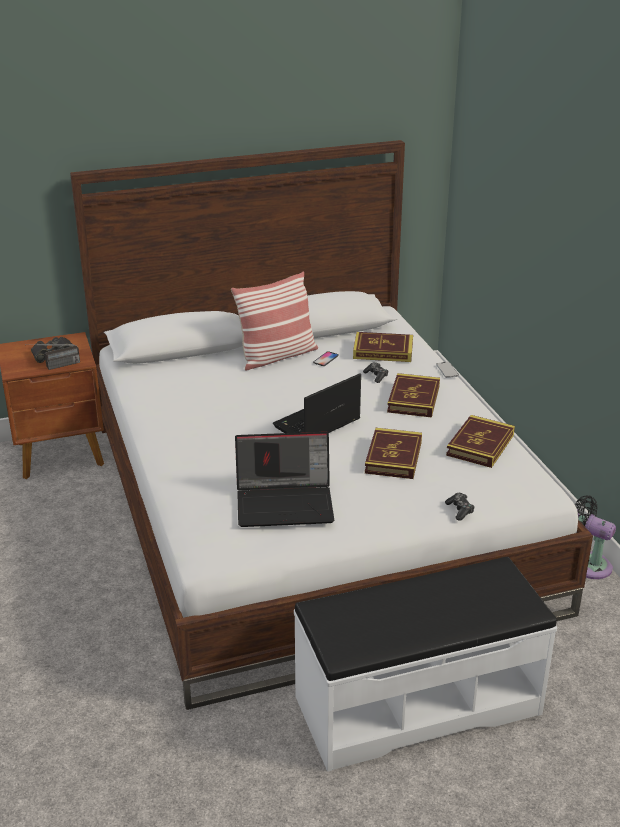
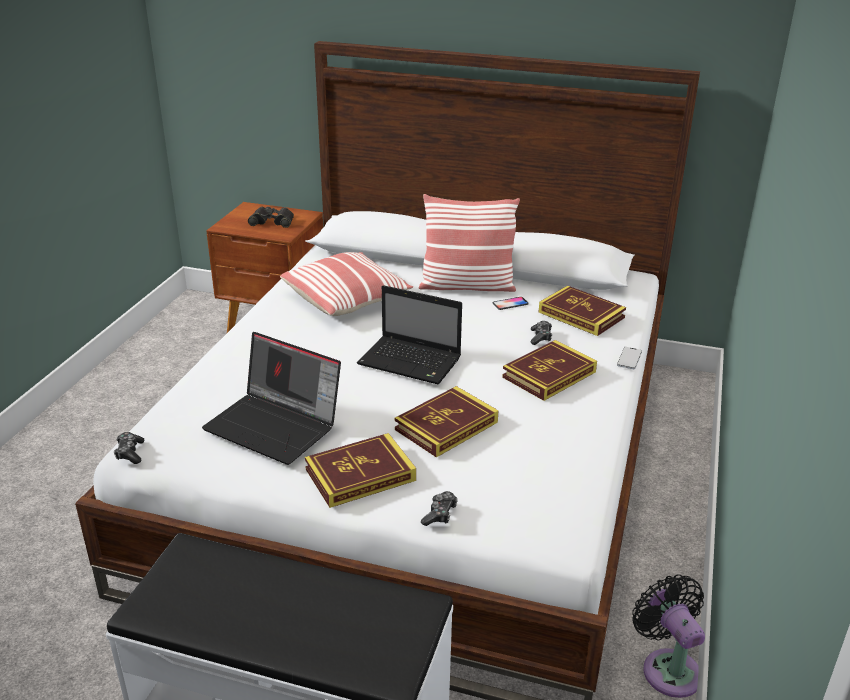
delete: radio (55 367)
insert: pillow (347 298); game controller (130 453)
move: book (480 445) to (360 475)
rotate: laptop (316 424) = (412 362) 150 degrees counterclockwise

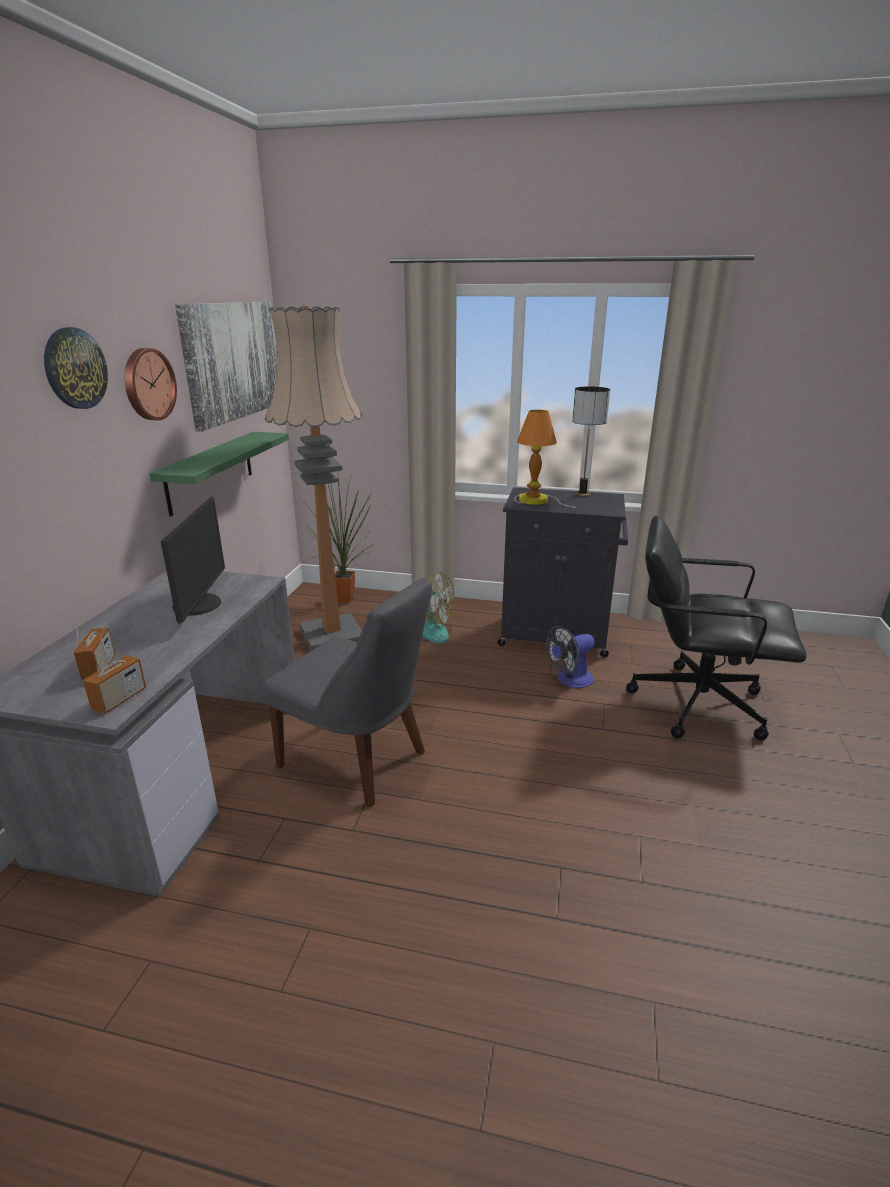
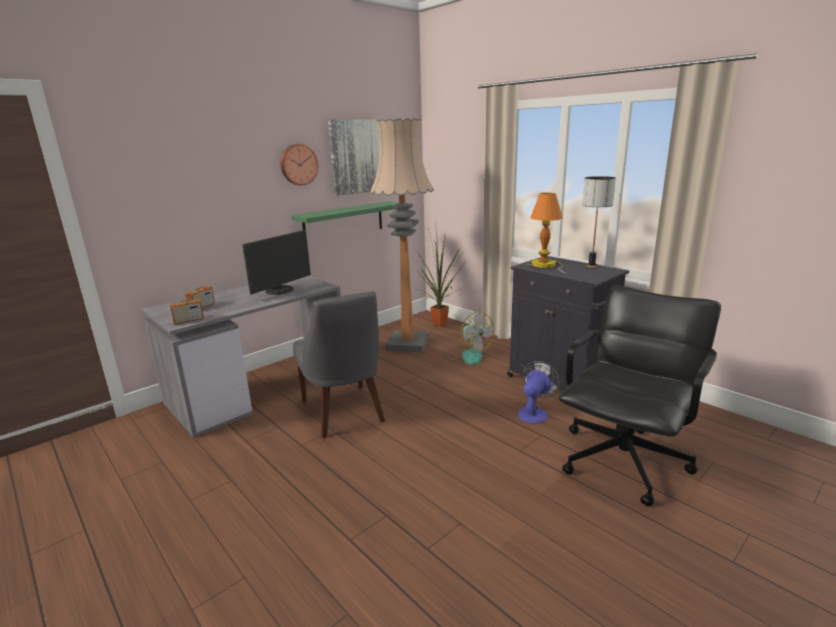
delete: wall clock (75 368)
rotate: office chair in black (696 703) = (624 461) 75 degrees clockwise; fan (570 680) = (534 412) 120 degrees clockwise

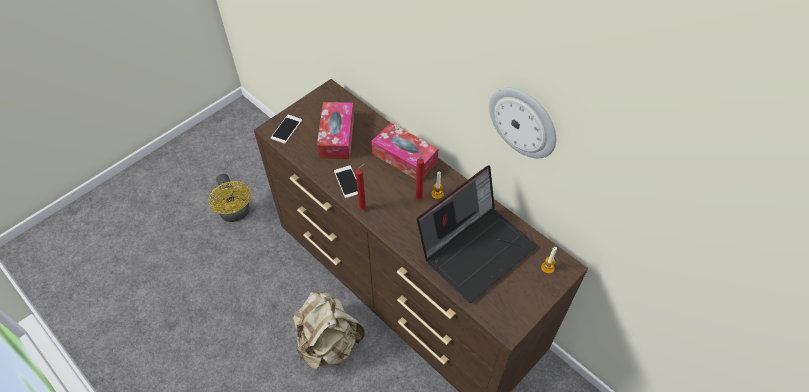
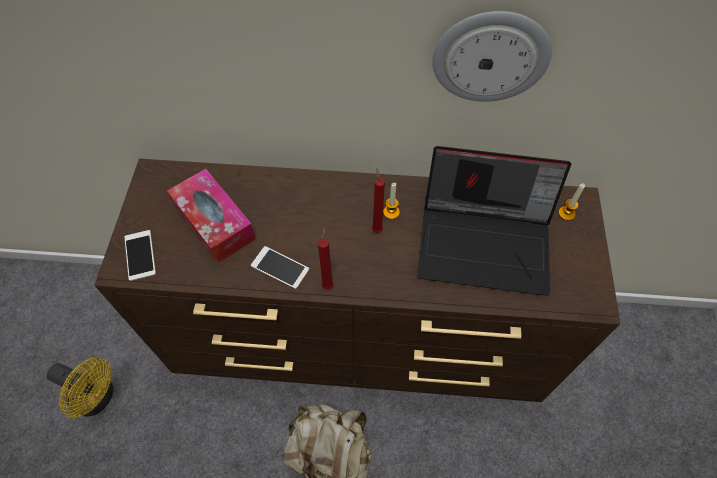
delete: tissue box (404 157)
rotate: laptop (476 248) = (486 242) 90 degrees clockwise

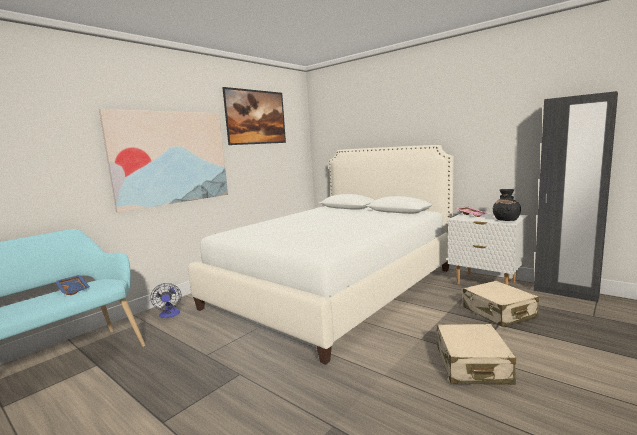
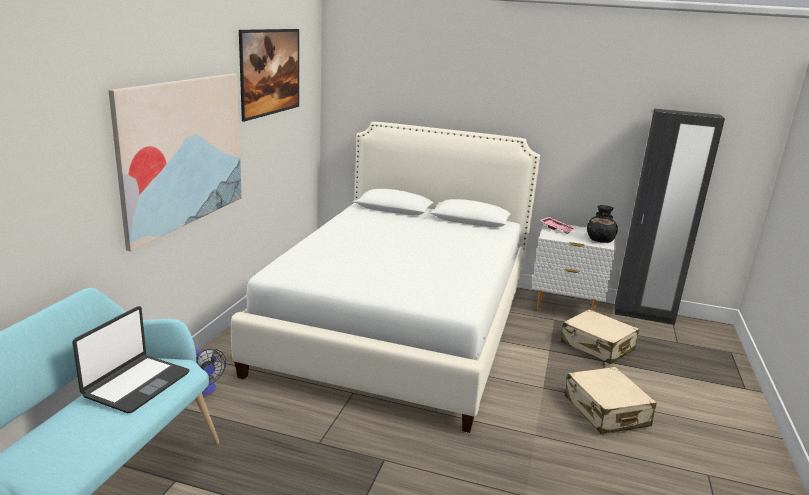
replace: tray in blue (74 289) to laptop (136 384)

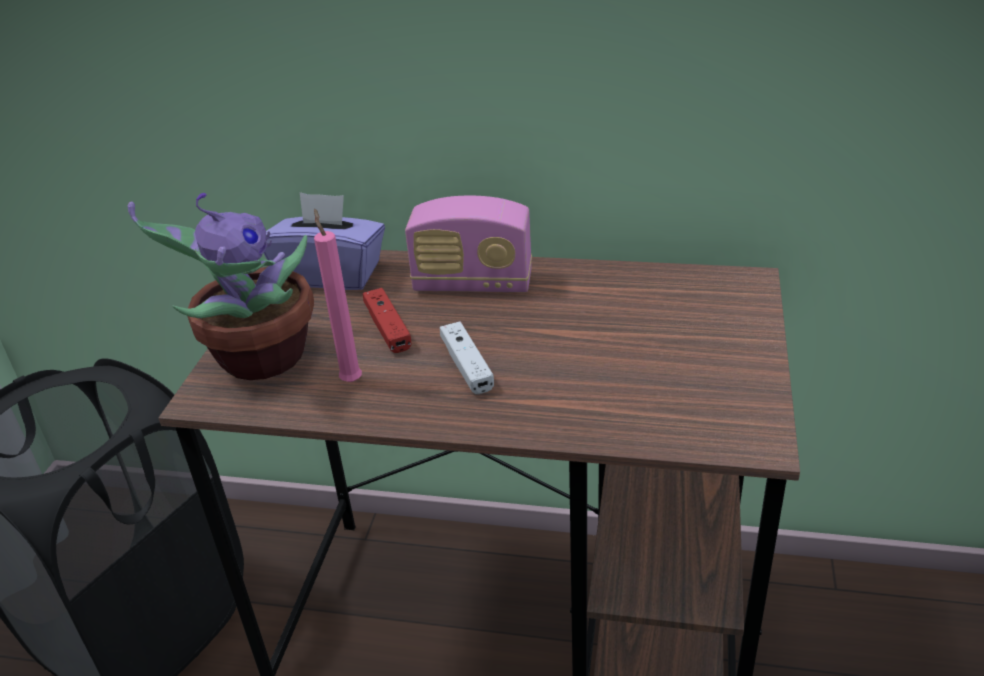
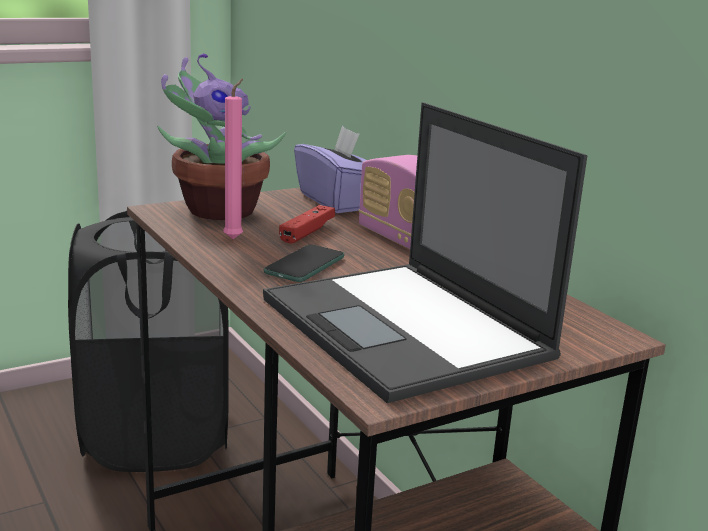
insert: laptop (406 329)
replace: game controller in white (467 366) to phone (305 265)

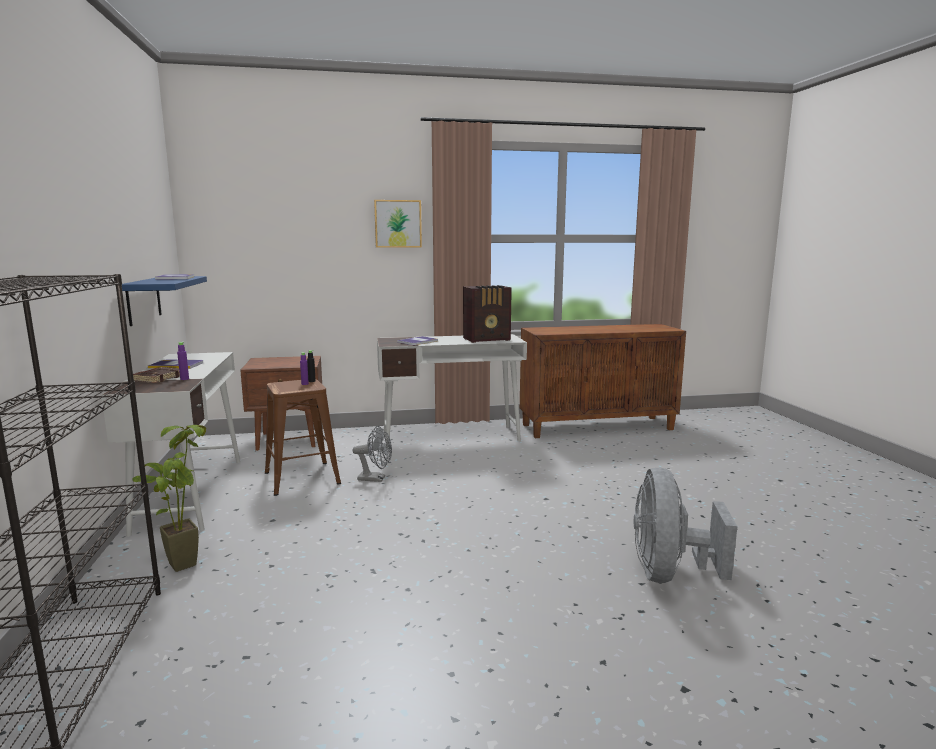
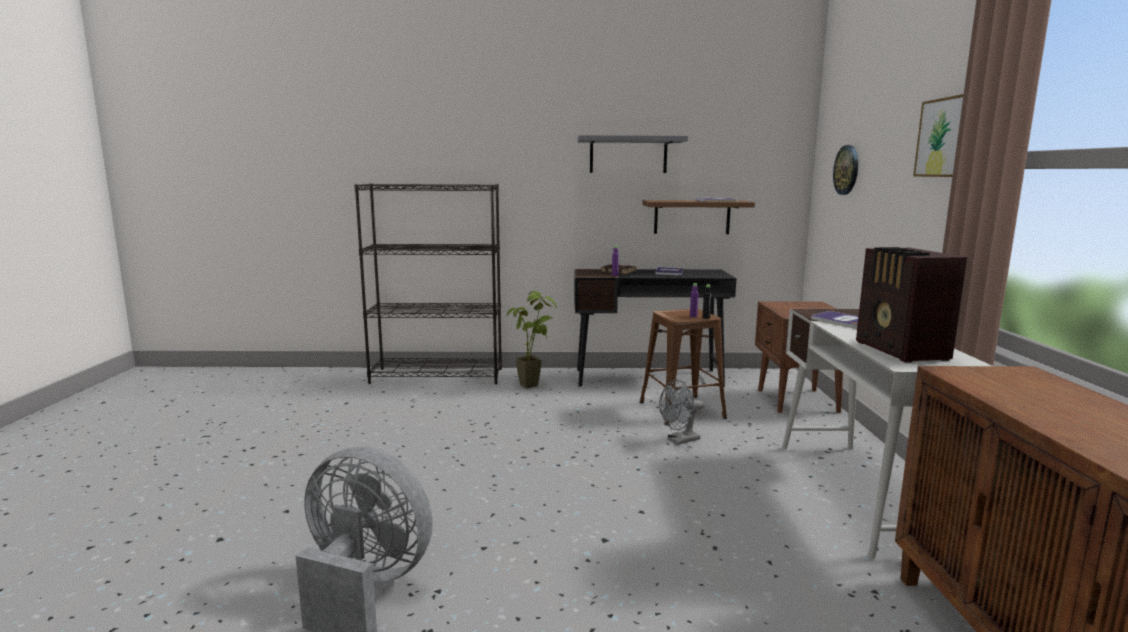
insert: shelf in grey (628 155); wall clock (847 170)
recolor: shelf in blue (143 300) to shelf in brown (692 217); desk in white (191 493) to desk in black (649 377)
rotate: fan in grey (376 479) = (679 440) 45 degrees clockwise

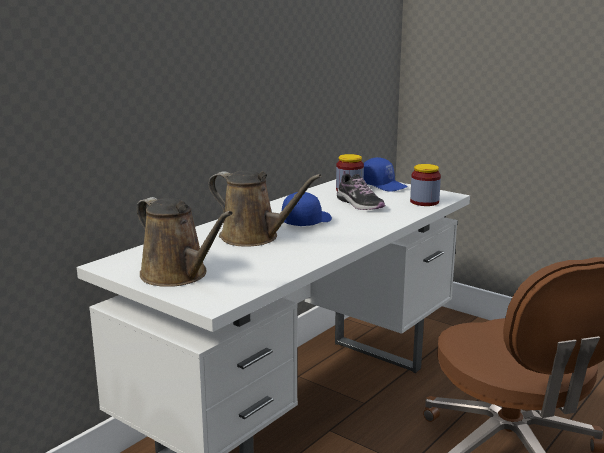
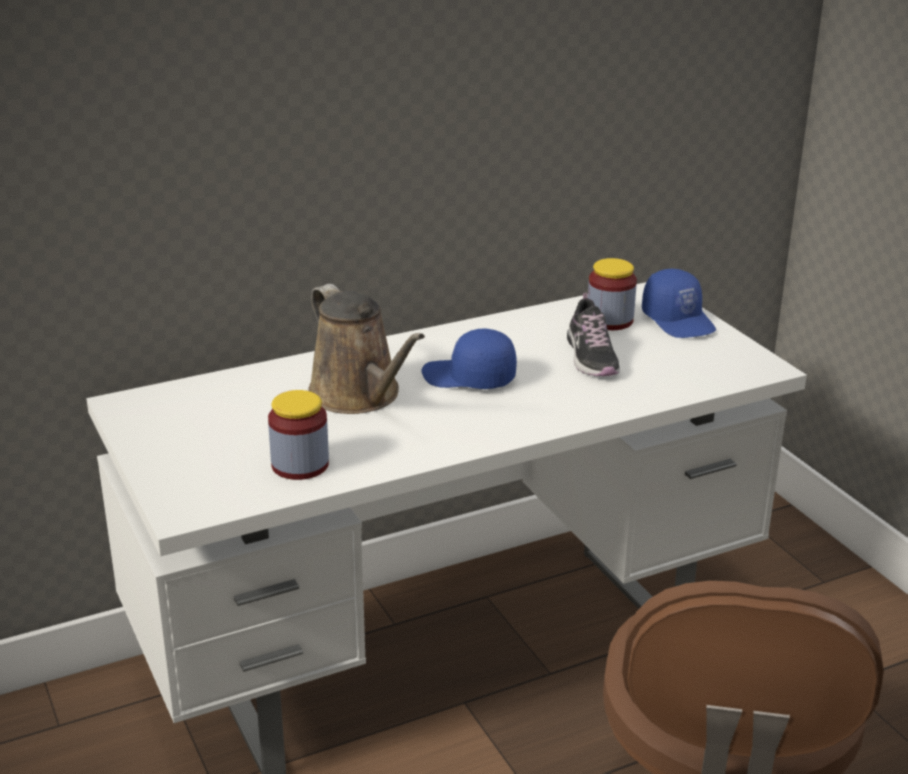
delete: watering can in brown (178 275)
move: jar (424 202) to (300 465)
rotate: cap in blue (306 221) = (468 378) 135 degrees counterclockwise

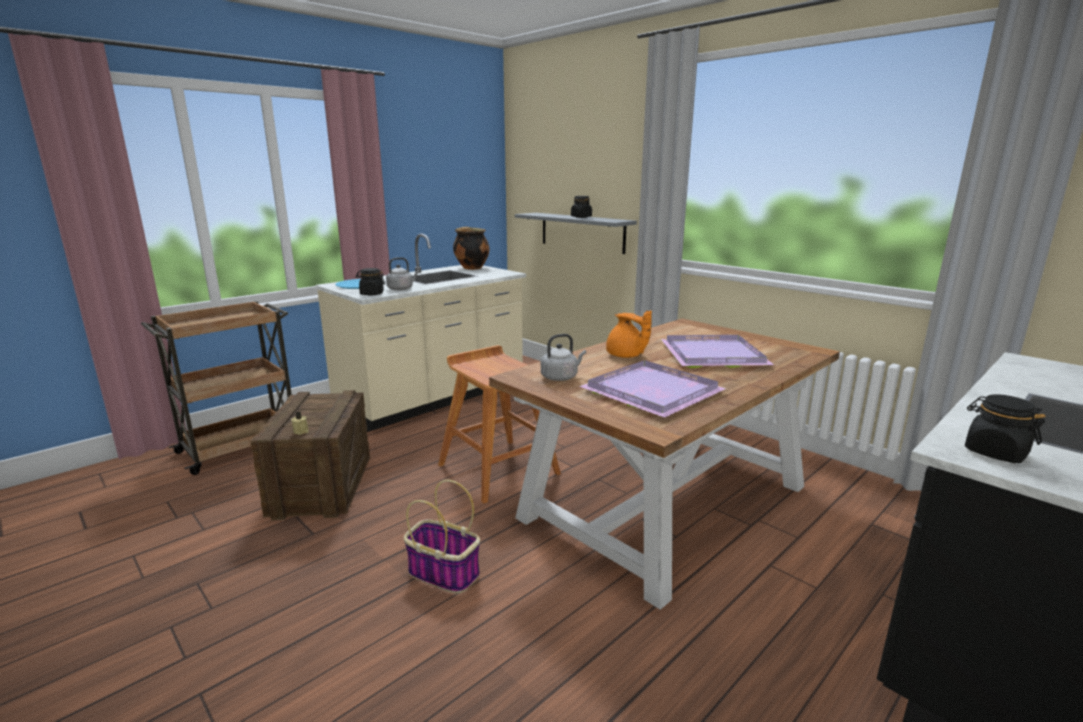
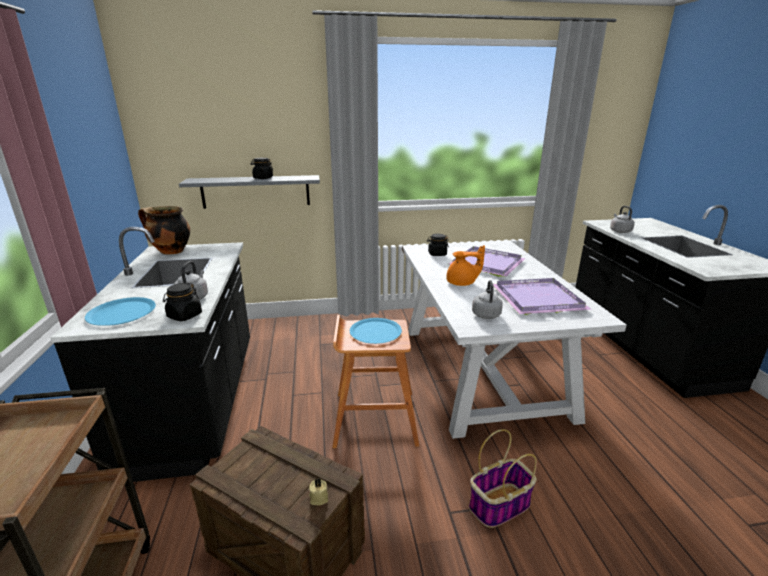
insert: kettle in grey (619 231); plate in blue (375 332)
move: jar in black (995 452) to (437 254)
recolor: counter in beige (433 398) to counter in black (196 402); dining table in brown (665 502) to dining table in white (482 370)

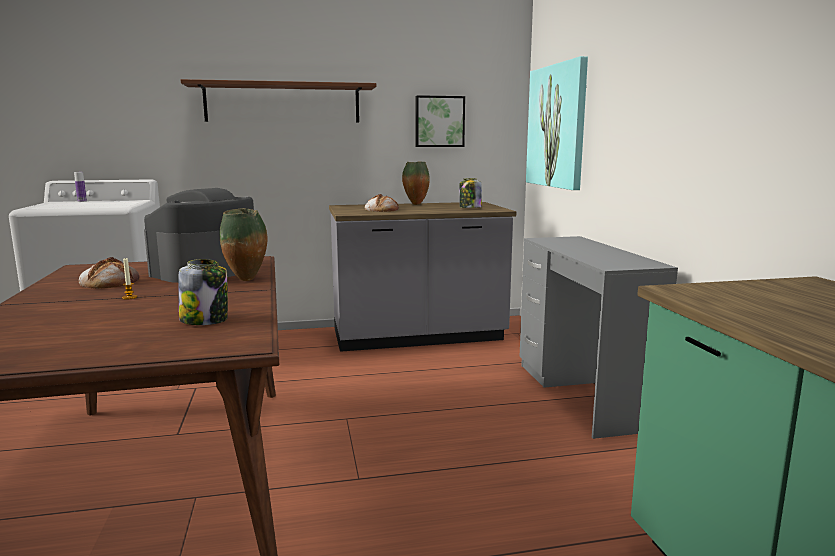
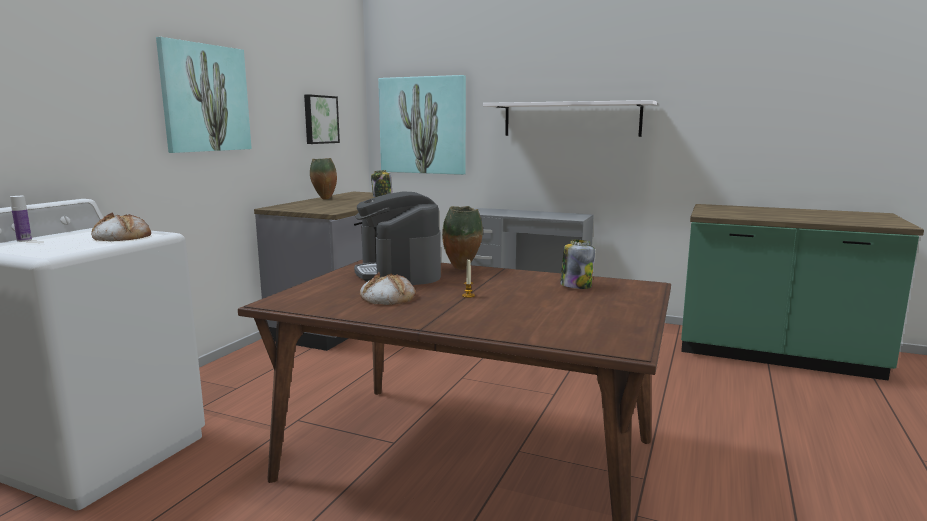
insert: shelf in white (571 119)
move: bread (381 209) to (121 236)
replace: shelf in brown (283 103) to picture (206 98)

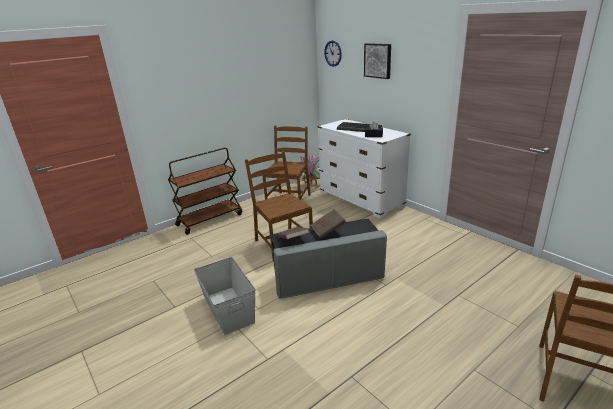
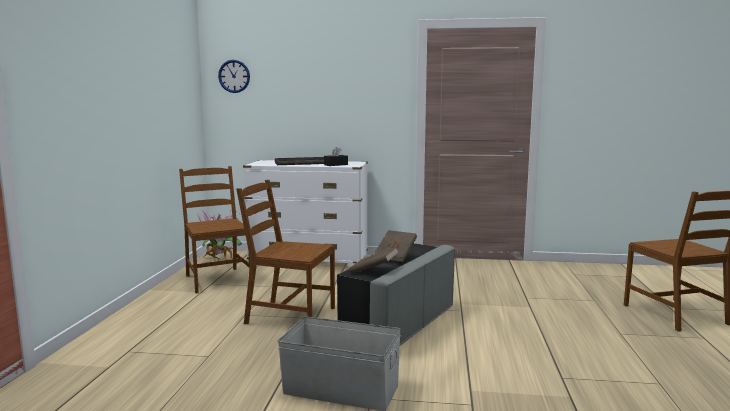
delete: picture (378 60); cart in brown (210 219)

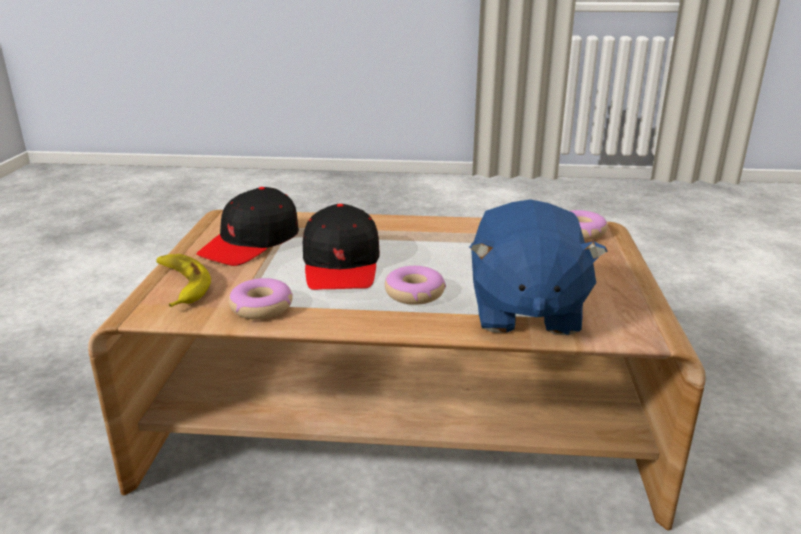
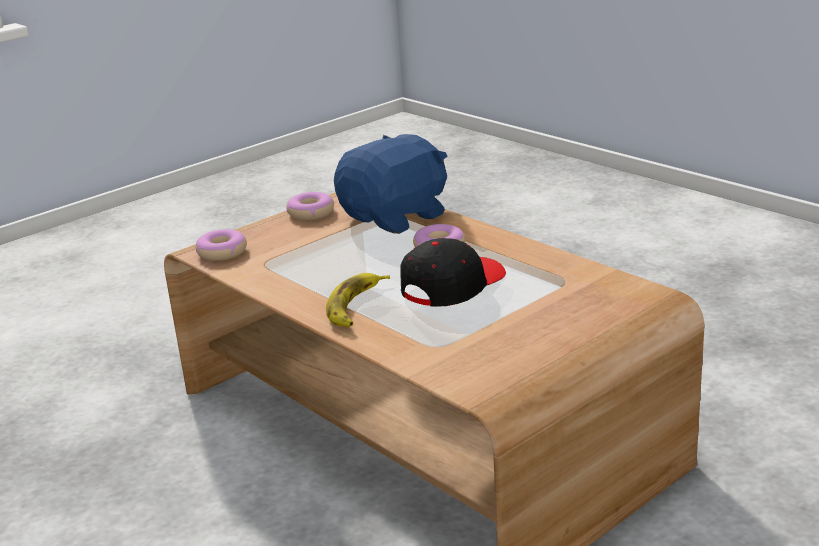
delete: cap in black (251 243)
move: banana (181 284) to (356 306); donut (261 307) to (310 213)

